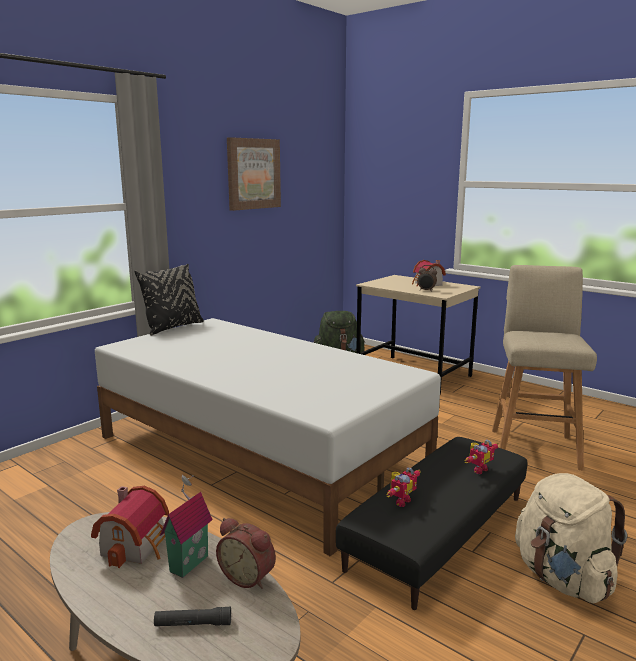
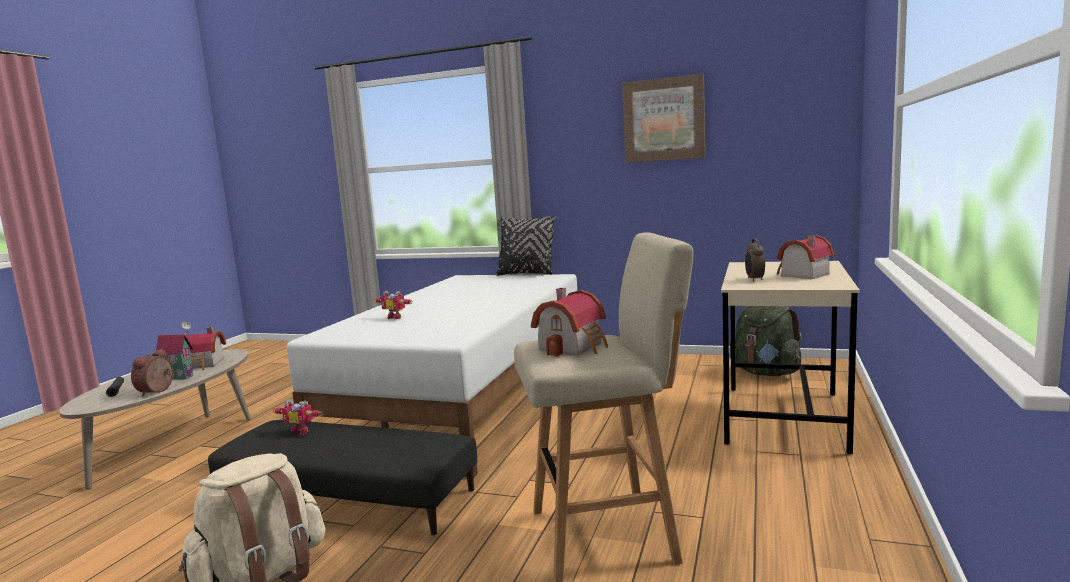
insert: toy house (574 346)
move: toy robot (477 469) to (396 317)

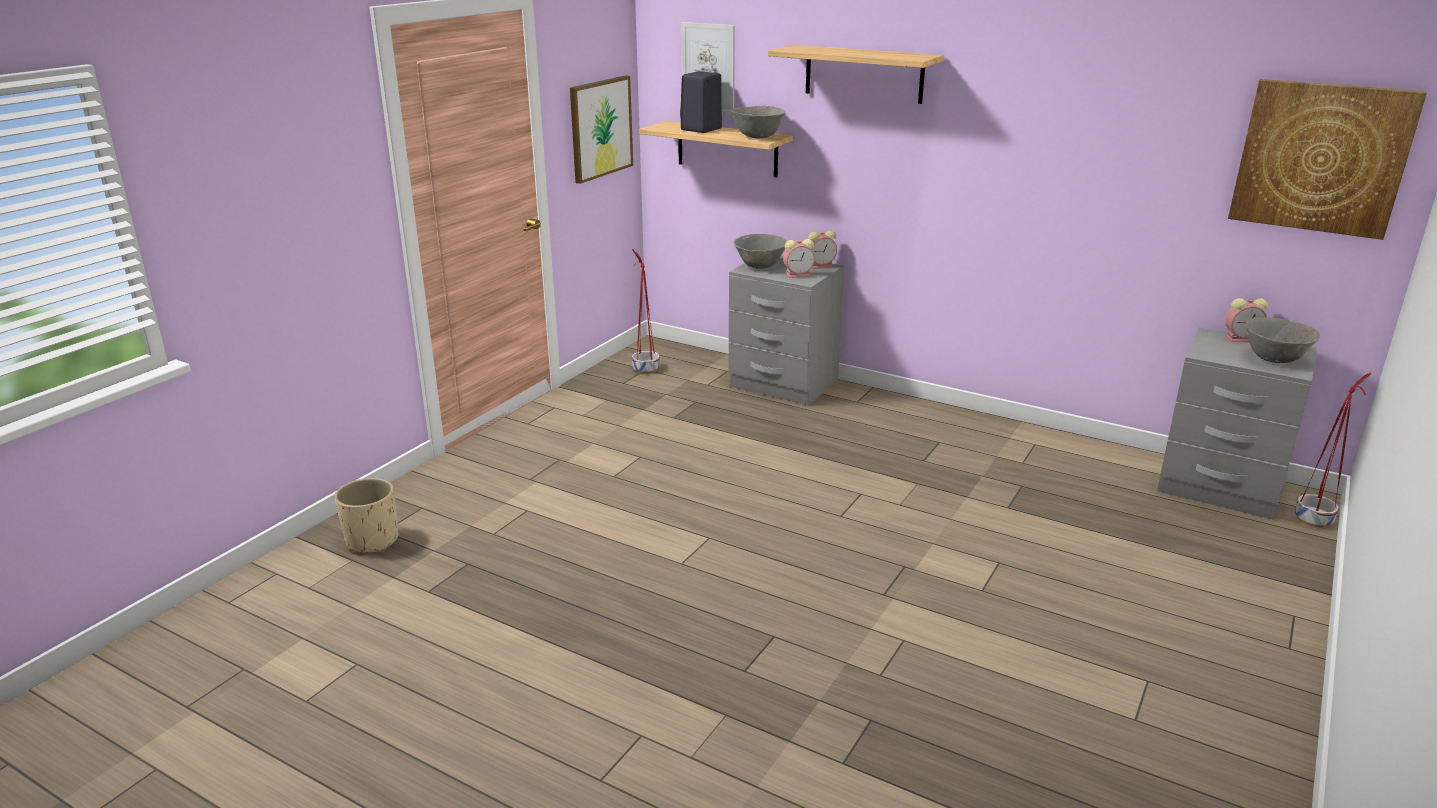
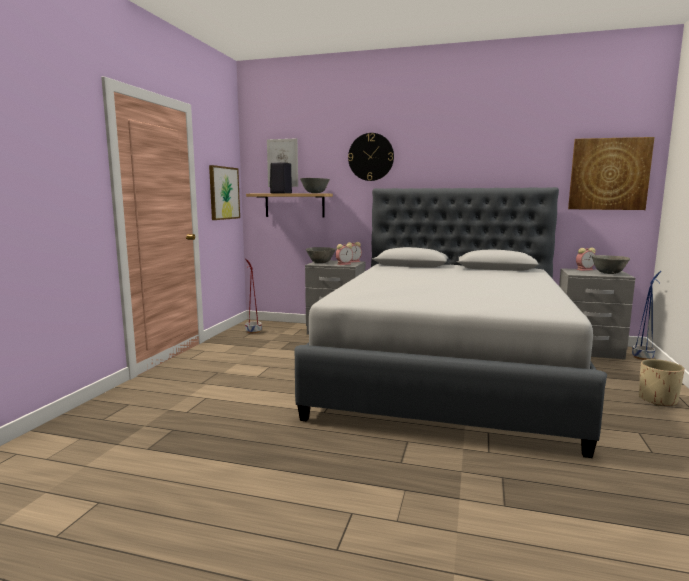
insert: bed in grey (448 372)
move: planter in beige (372 541) to (658 400)
replace: shelf (864 74) to wall clock (371 157)
recolor: planter in red (1314 520) to planter in blue (643 357)

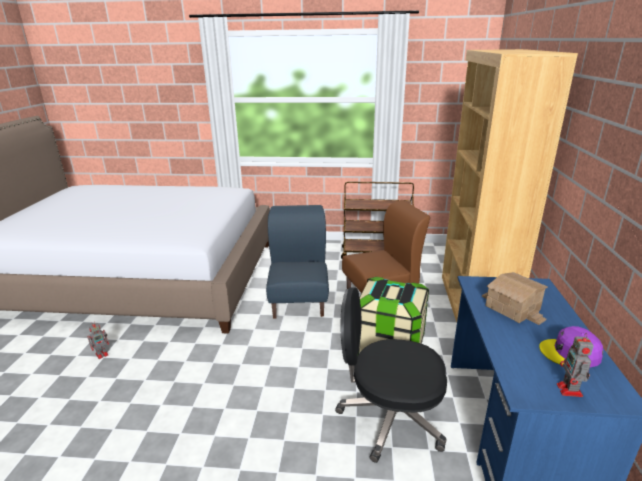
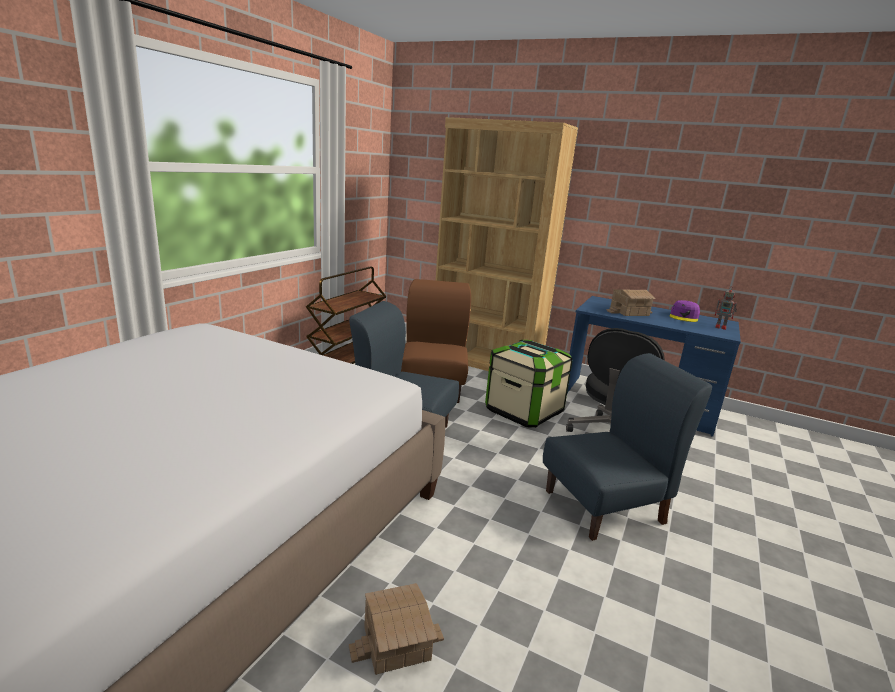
insert: chair in blue (605 507)
replace: toy robot (102 354) to toy house (396 642)

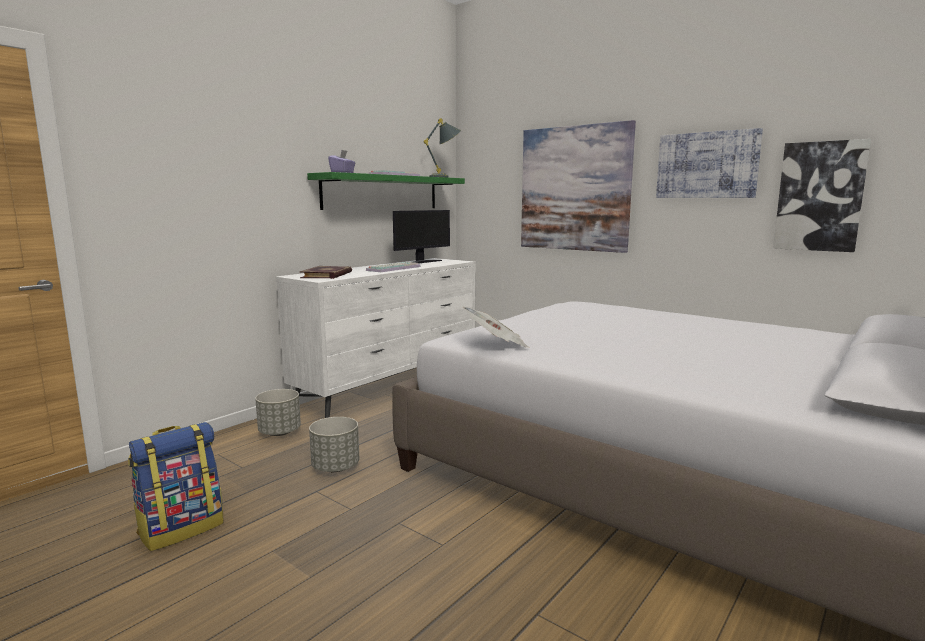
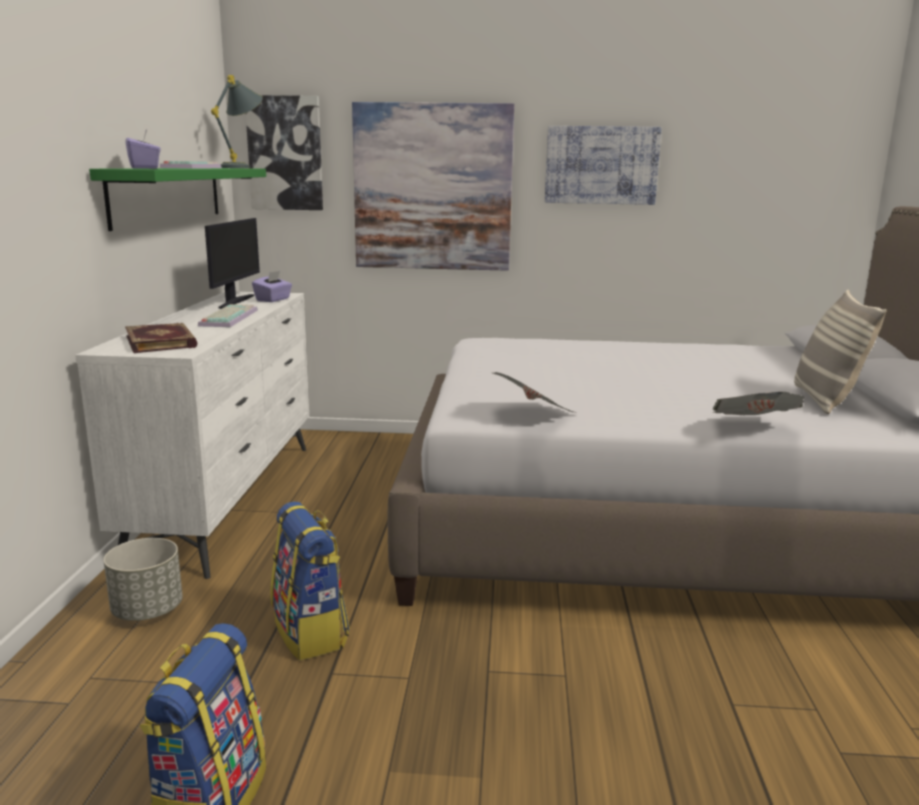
insert: tissue box in purple (273 300); pillow (824 400); newspaper (753 428)
move: picture (819 196) to (285 153)
replace: planter in grey (336 467) to backpack (311 632)

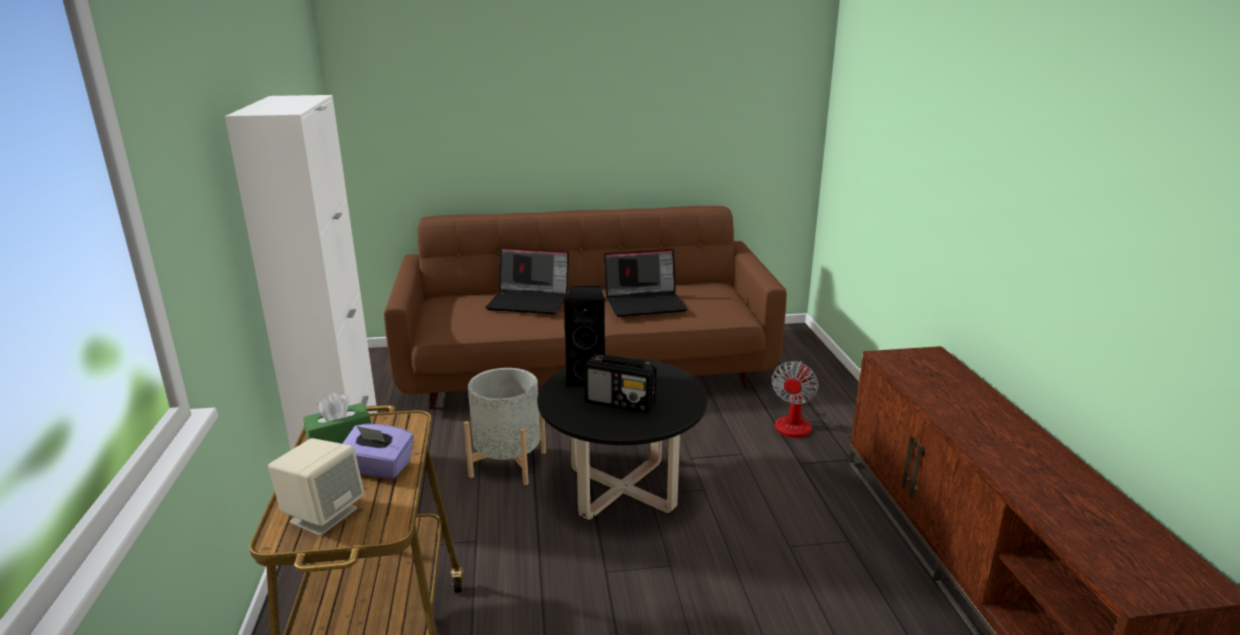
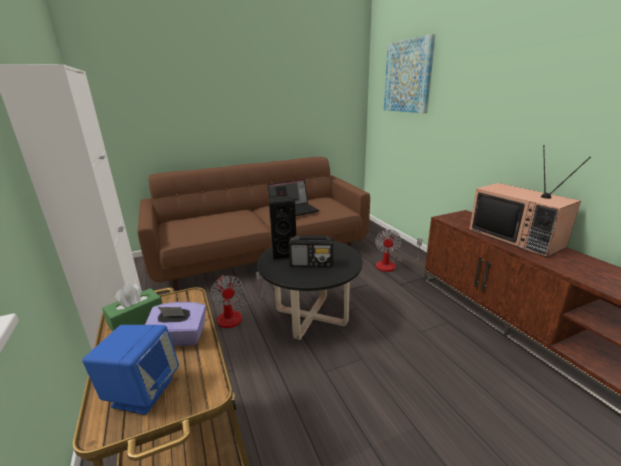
delete: laptop (530 301)
insert: picture (408 76); television (517 238)
replace: planter in grey (508 464) to fan (236 314)
recolor: speaker in beige (323 515) to speaker in blue (142 392)

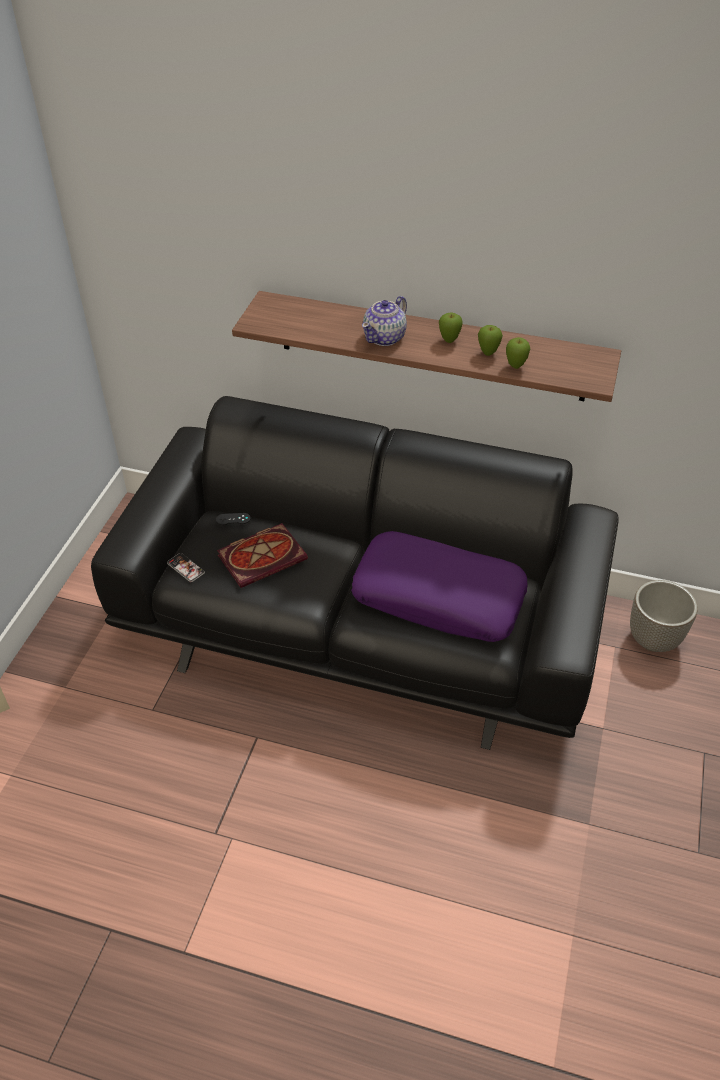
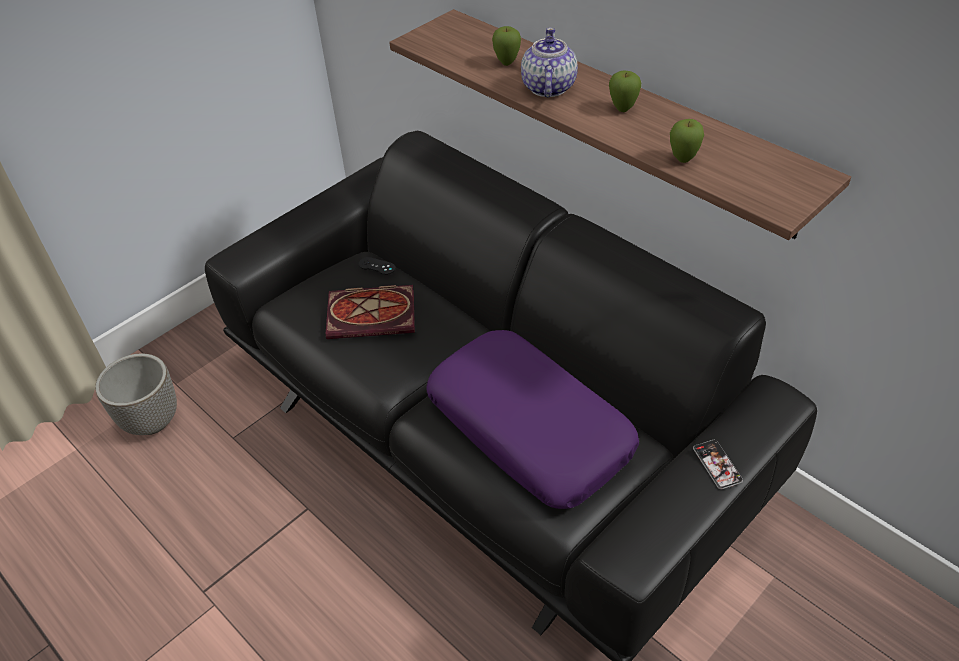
move: apple (488 353) to (507 63); phone (186 568) to (717 464); planter (652 639) to (151 421)
rotate: teapot (385 337) = (548 88) 120 degrees clockwise

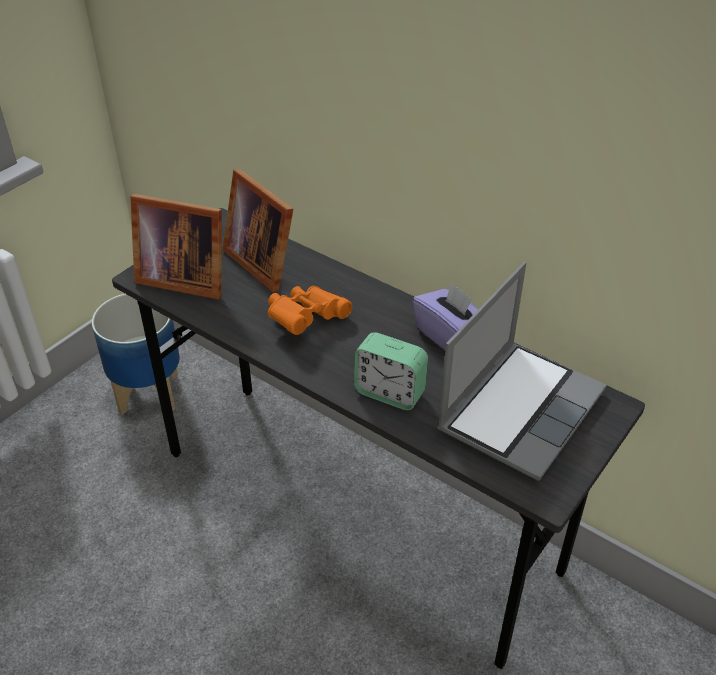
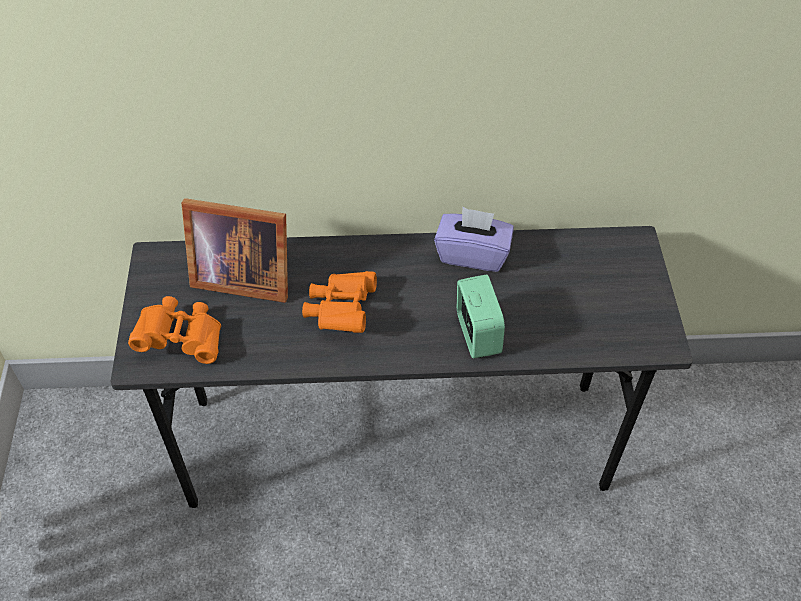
delete: laptop (520 408); planter (148 392)
replace: picture frame (182 278) to binoculars in orange (182 339)
rotate: alarm clock (389 392) = (477 334) 90 degrees counterclockwise

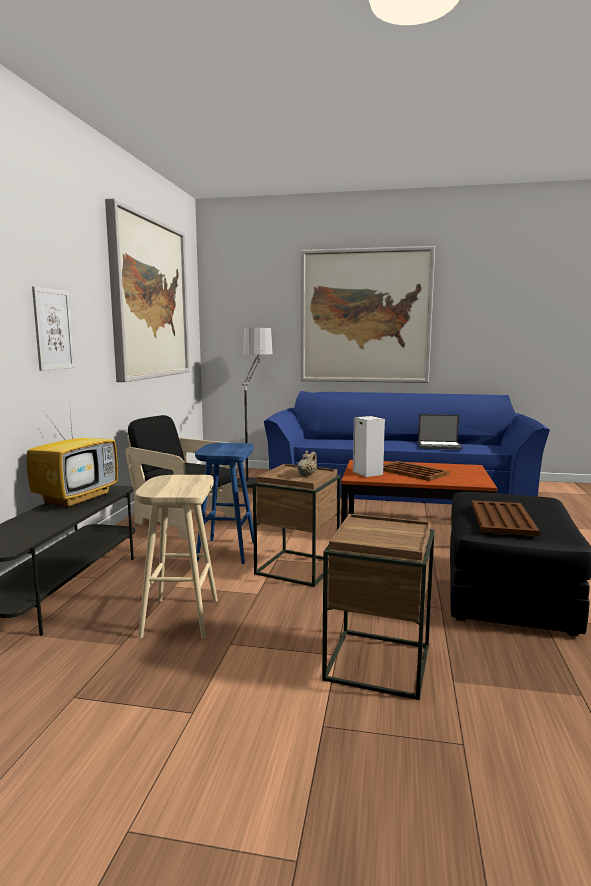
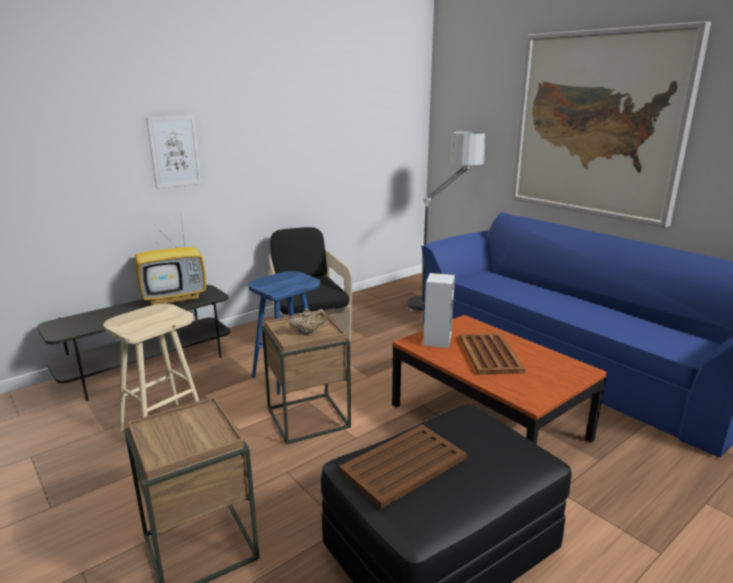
delete: picture (149 299); laptop (440 445)

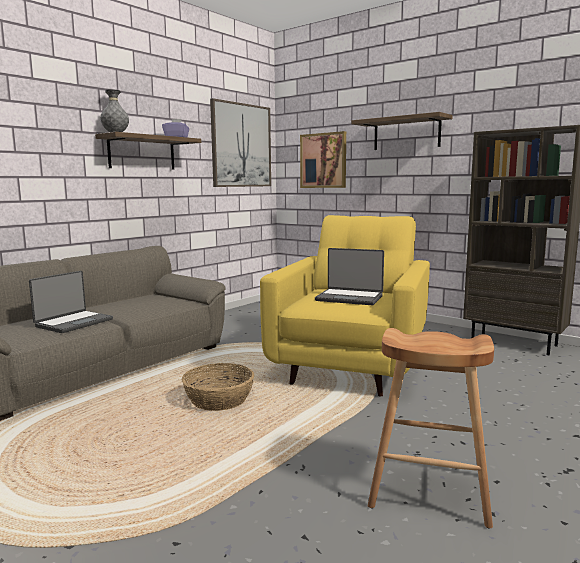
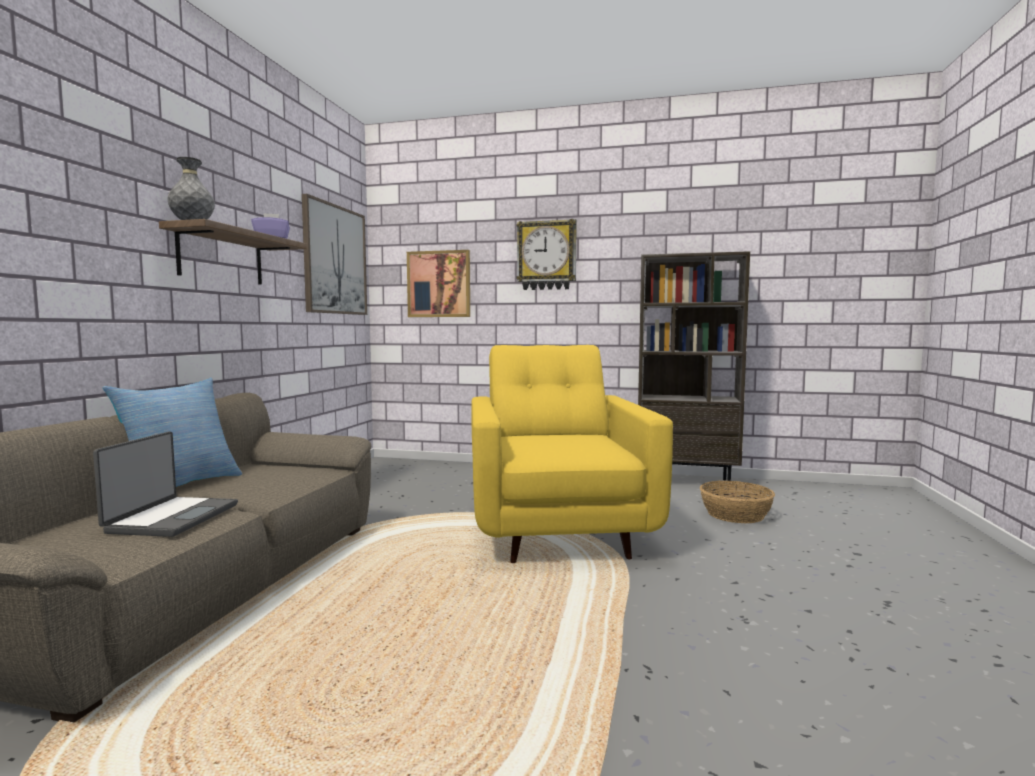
delete: laptop (349 298); stool in brown (430 490)
insert: pillow (180 486)
move: basket (219 399) to (735 514)
replace: shelf (406 133) to wall clock (547 255)

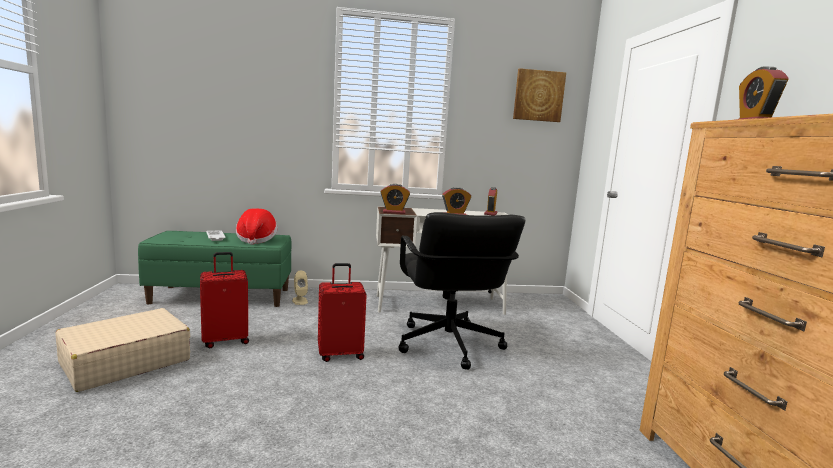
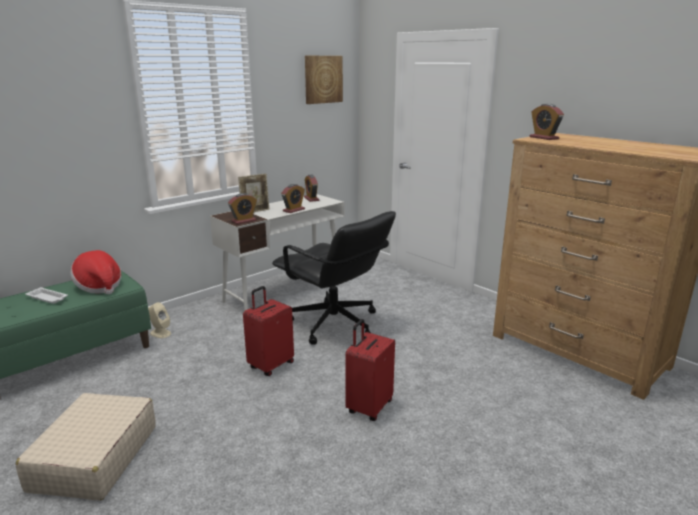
insert: picture frame (255 211)
move: suitcase in red (225 340) to (368 407)

